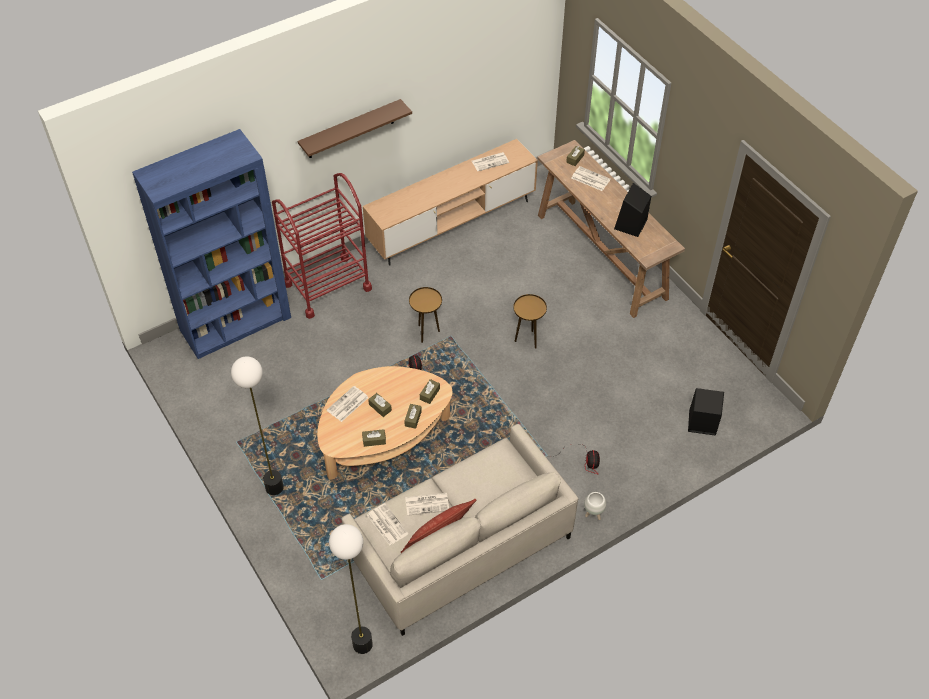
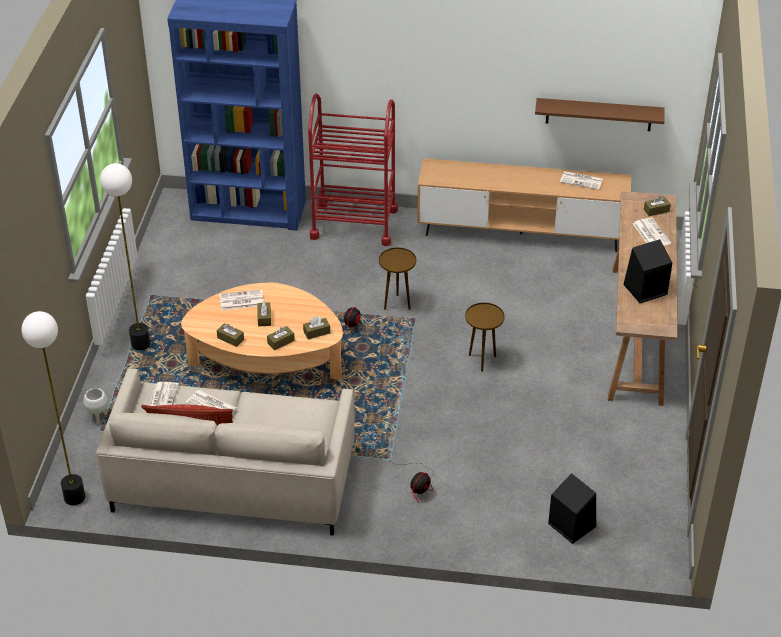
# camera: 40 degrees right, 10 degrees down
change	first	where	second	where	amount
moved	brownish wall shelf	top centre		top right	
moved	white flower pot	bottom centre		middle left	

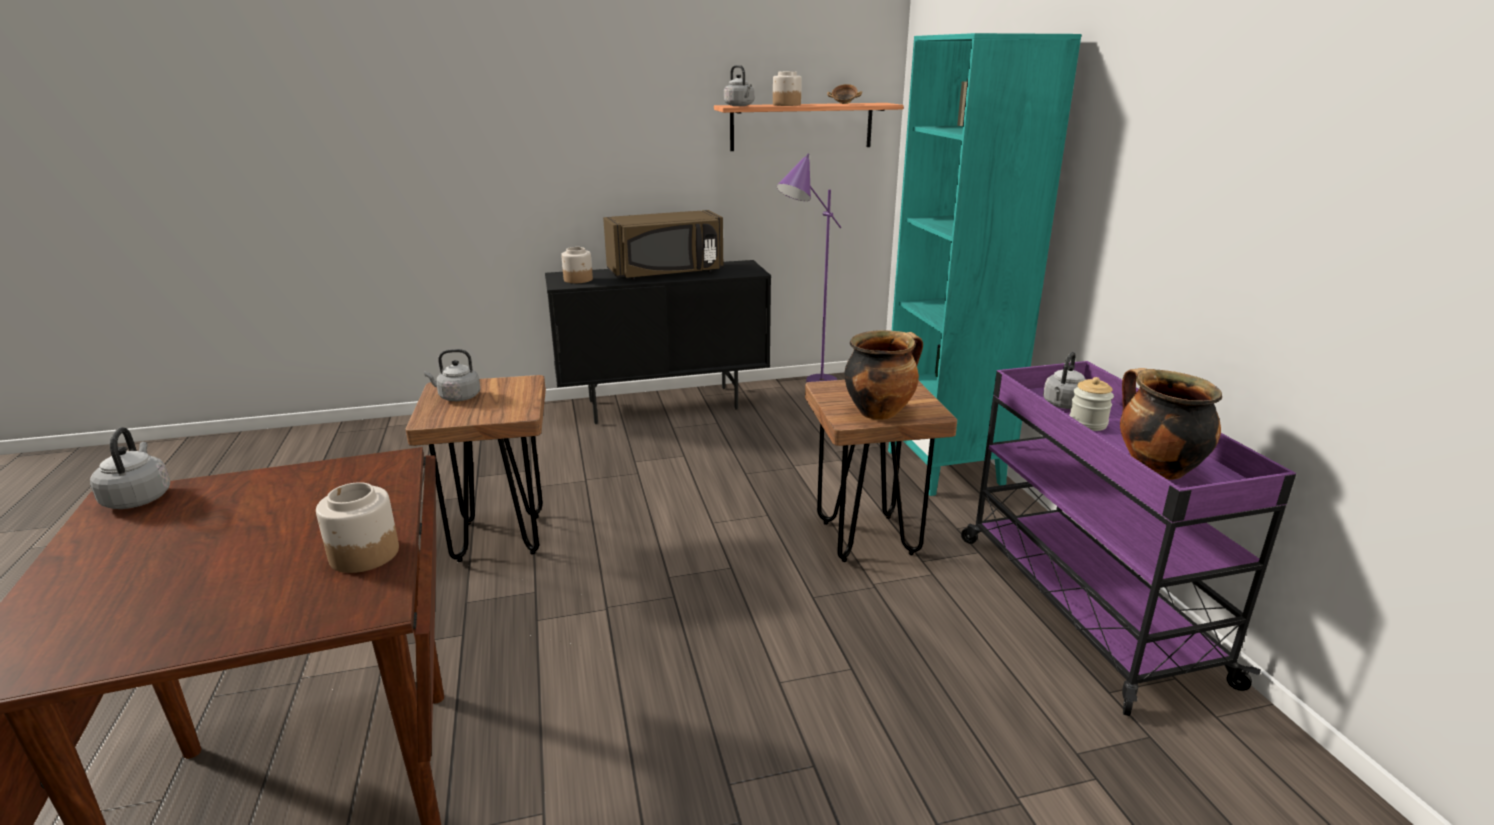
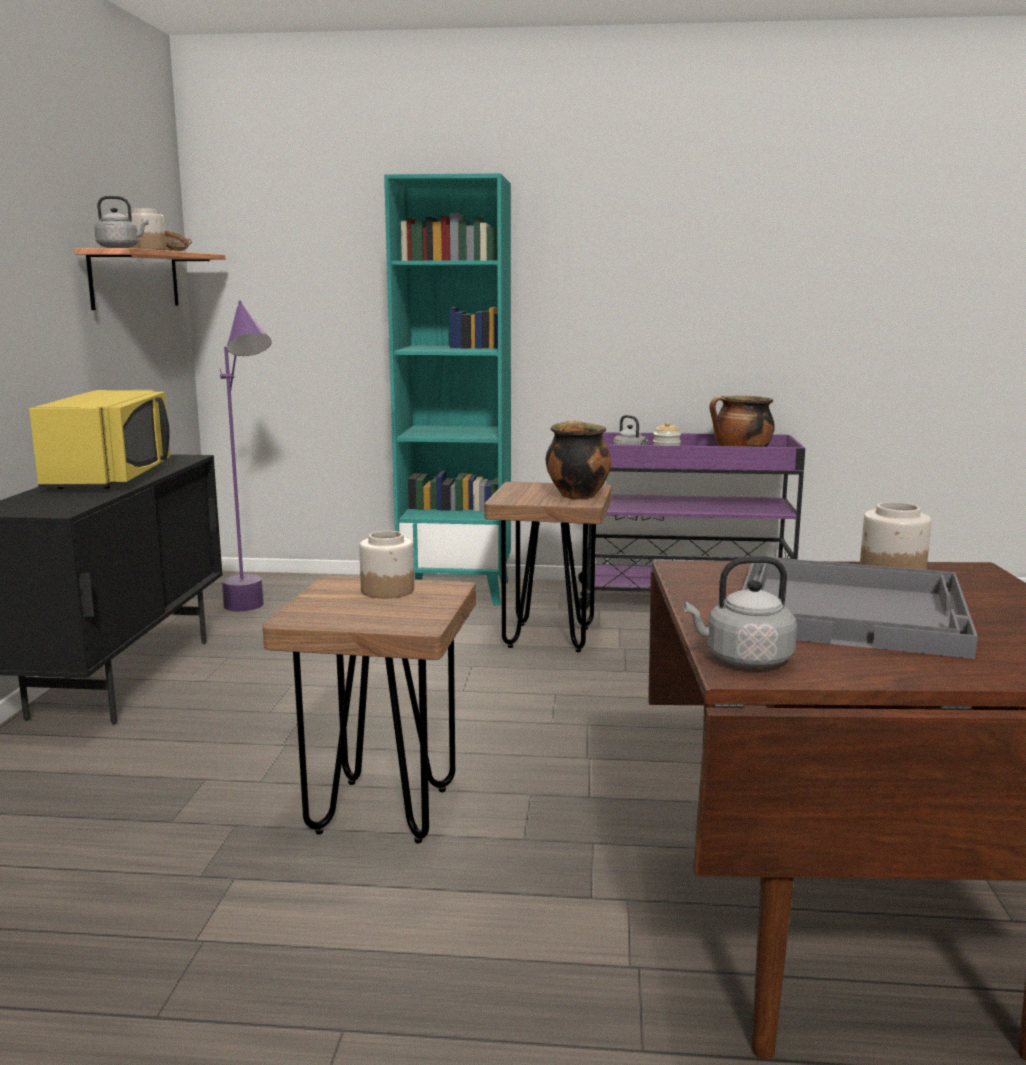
# camera: 70 degrees left, 10 degrees down
change	first	where	second	where	amount
recoloured	brownish microwave oven	top centre	yellow-coloured microwave oven	middle left	
moved	preserve jar (2nd from left)	top centre		centre	
removed	grey water kettle (2nd from left)	middle left			
added			grey tray	middle right	

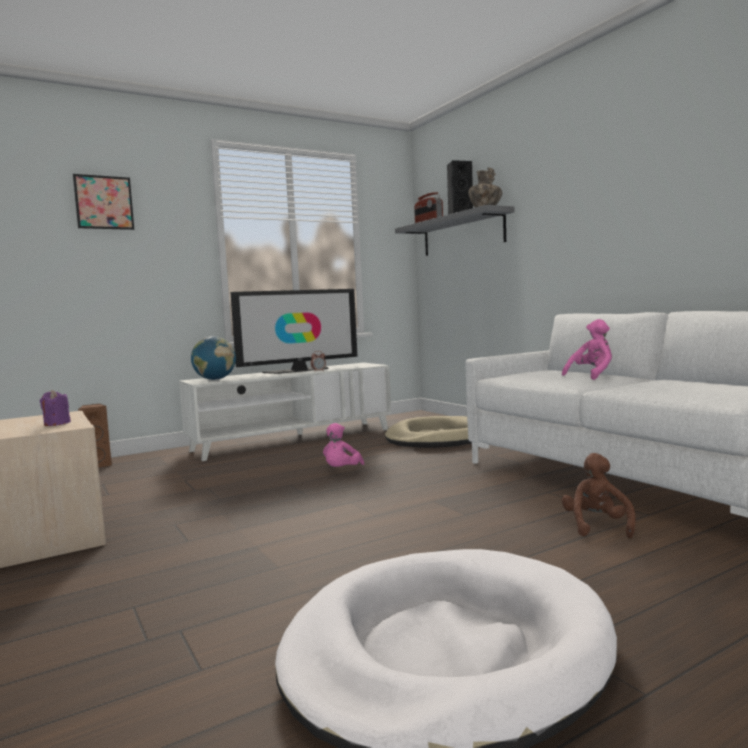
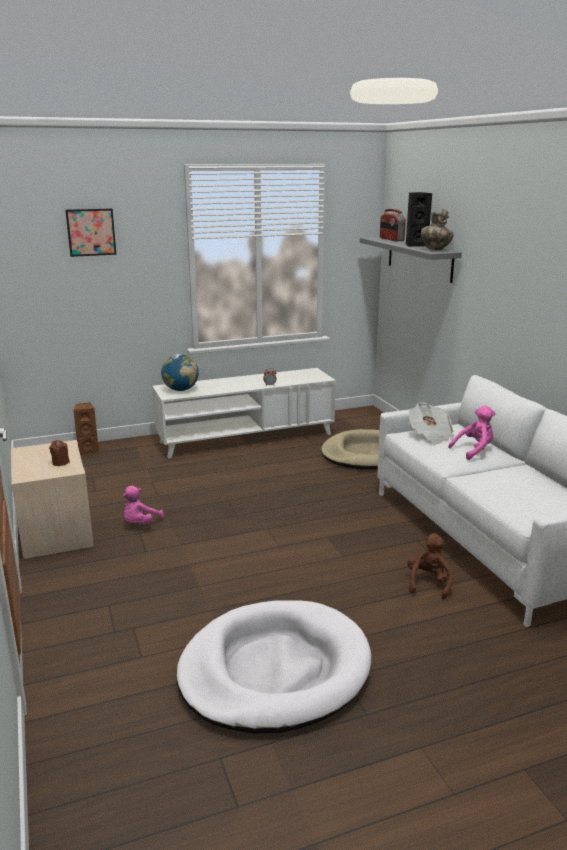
# camera: 10 degrees right, 15 degrees up
change	first	where	second	where	amount
removed	TV set	centre			
recoloured	purple-coloured candle	middle left	brownish candle	middle left	
moved	pink-coloured cuddly toy (1st from left)	centre		middle left	
added			daily paper	middle right	

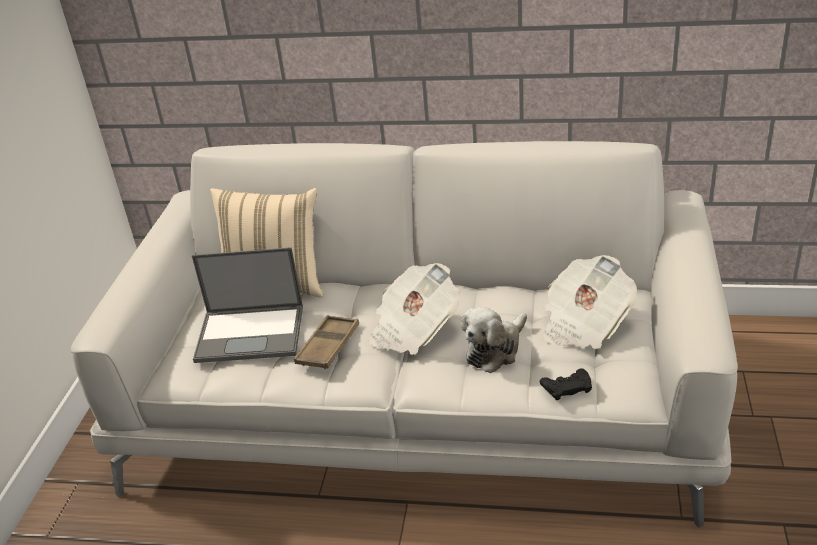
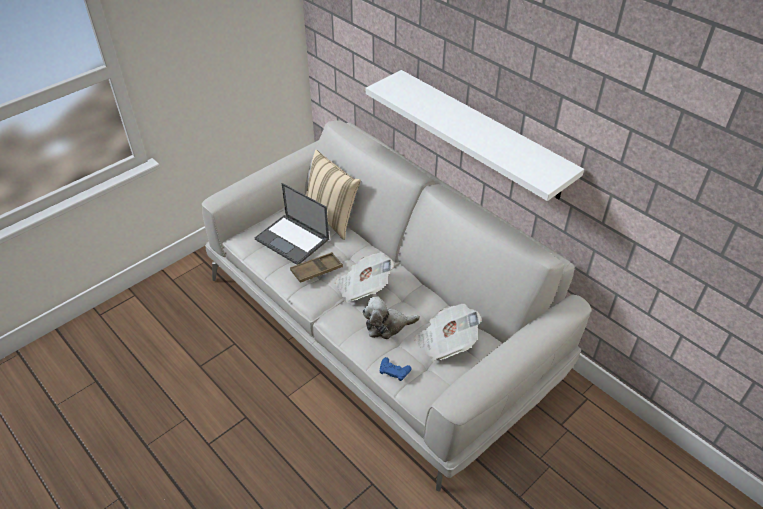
# camera: 35 degrees right, 10 degrees up
change	first	where	second	where	amount
recoloured	blackish joypad	bottom right	blue joypad	bottom centre	
added			white wall shelf	top centre	

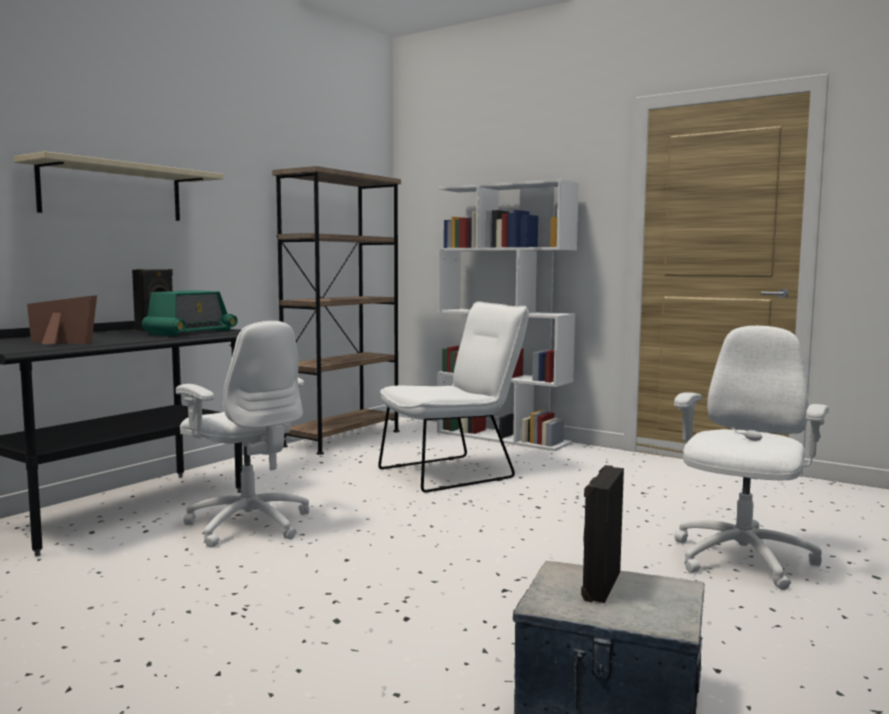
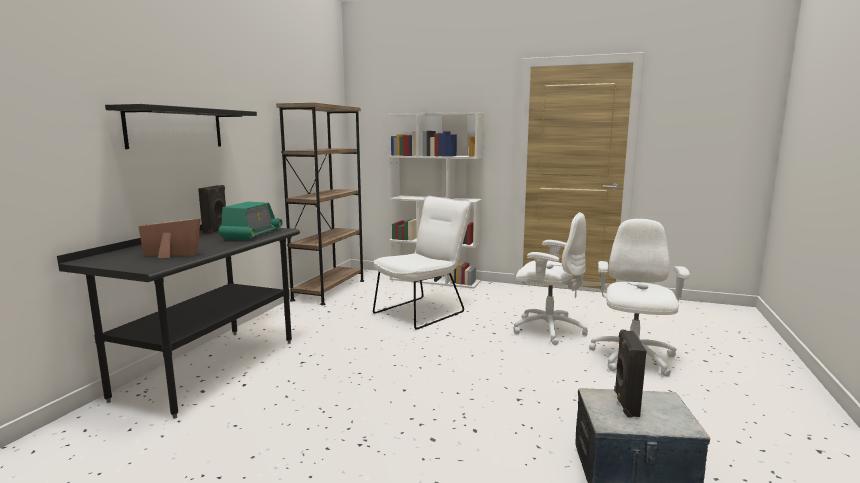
# camera: 15 degrees left, 5 degrees up
change	first	where	second	where	amount
recoloured	beige-coloured wall shelf	top left	blackish wall shelf	top left	
moved	white office chair (1st from left)	middle left		centre	

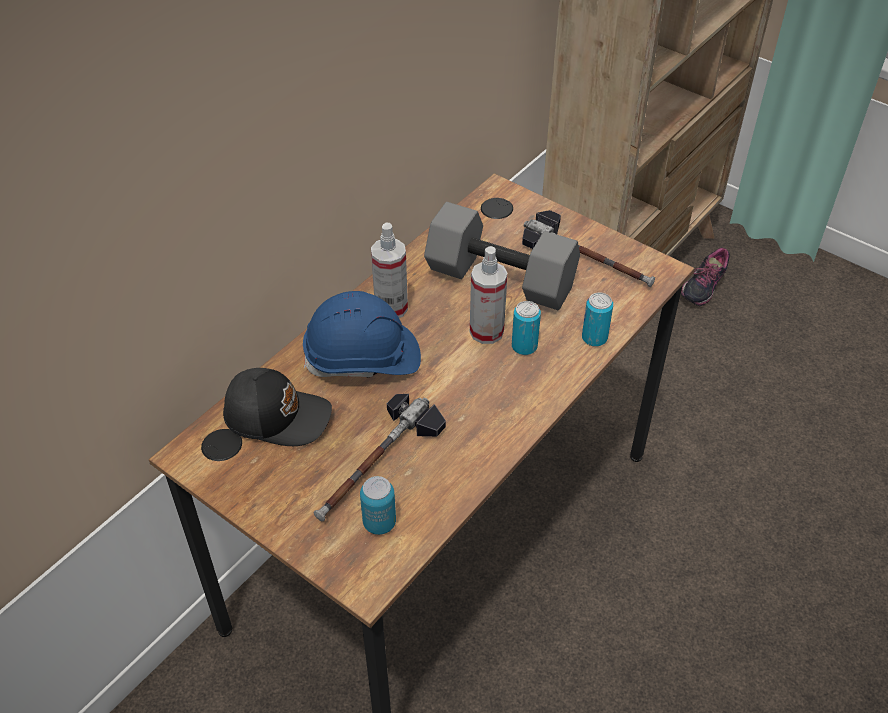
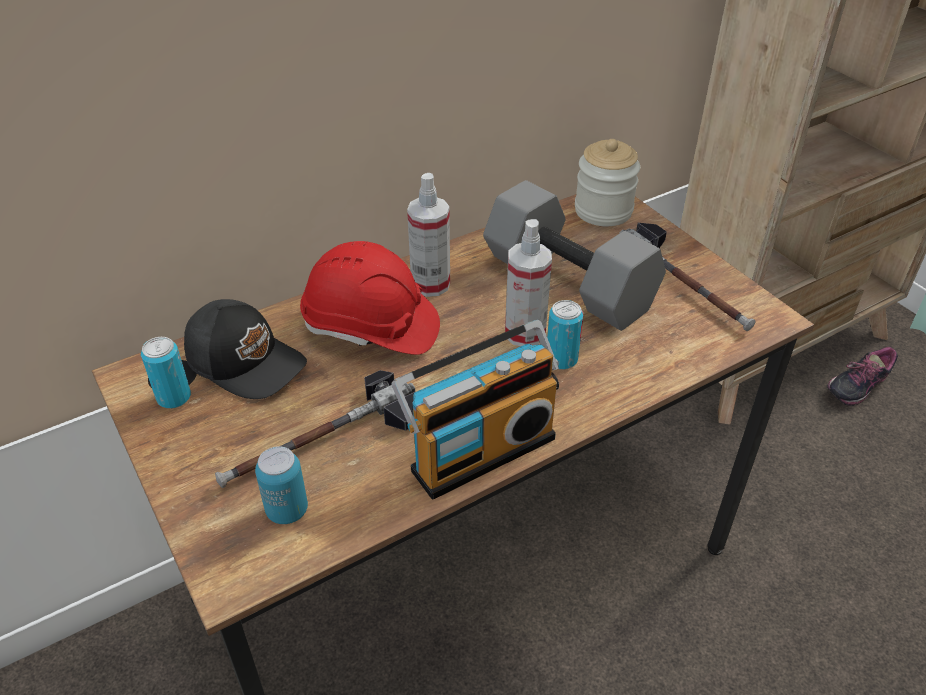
# camera: 20 degrees right, 5 degrees down
change	first	where	second	where	amount
recoloured	blue work helmet	centre	red work helmet	centre	
moved	can (3rd from left in the first image)	middle right	can (1st from left)	middle left	
added			preserve jar	top centre	
added			radio	centre	

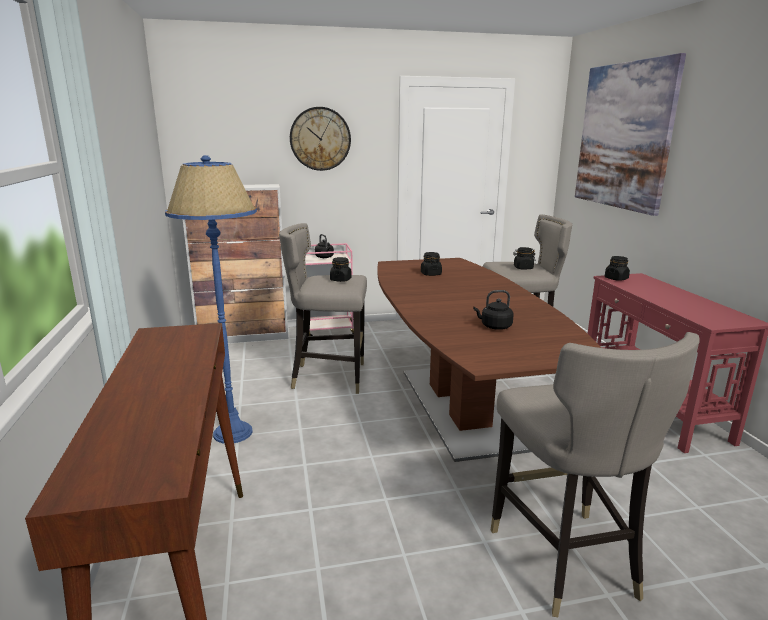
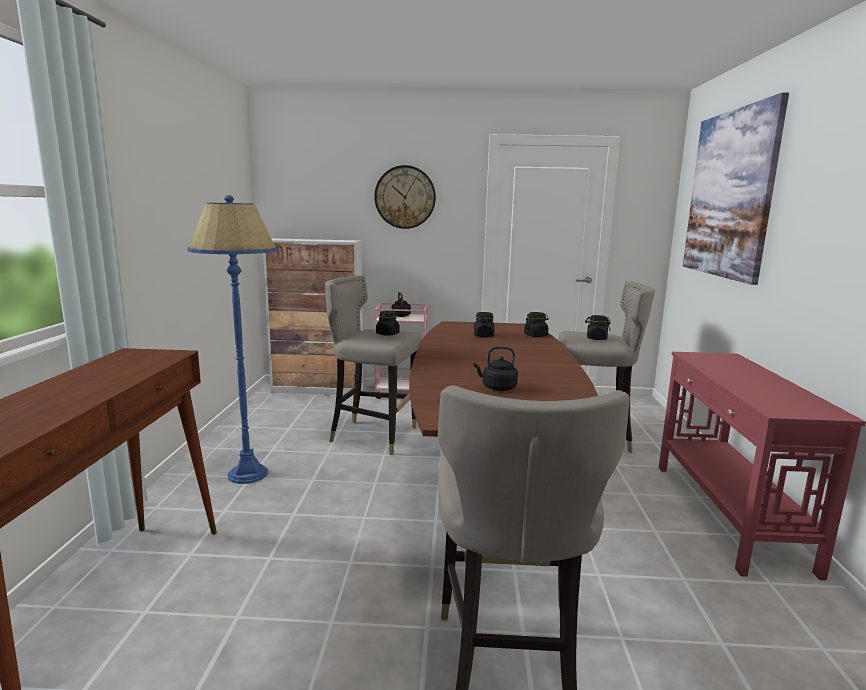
# camera: 15 degrees right, 5 degrees down
change	first	where	second	where	amount
moved	blackish preserve jar (4th from left in the first image)	middle right	blackish preserve jar (3rd from left)	centre	

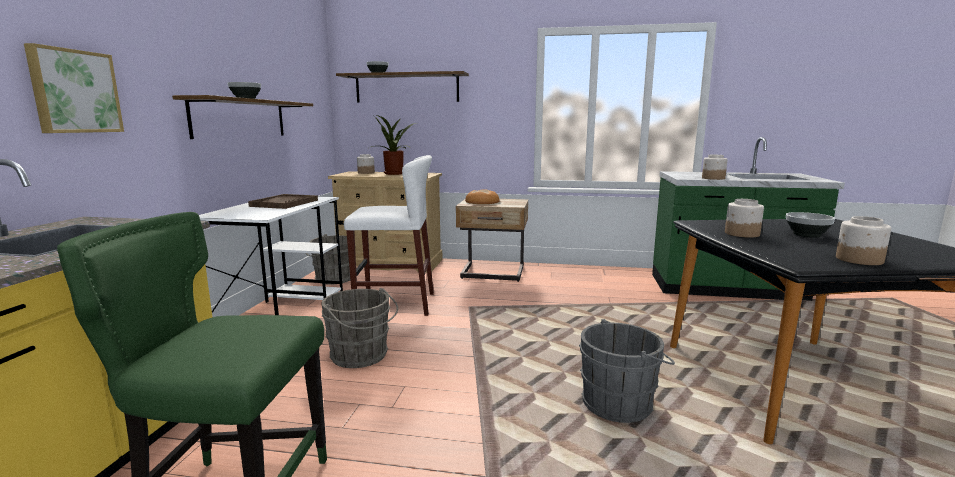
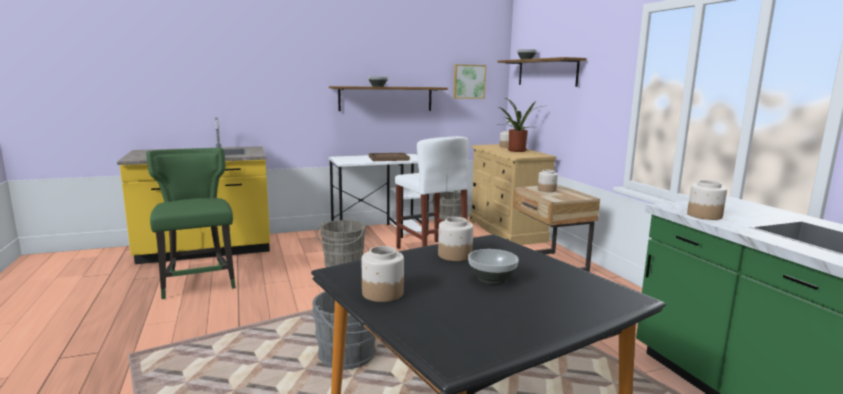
# camera: 60 degrees right, 0 degrees up
change	first	where	second	where	amount
moved	picture	top left		top centre	
replaced	bakery bread	centre	preserve jar (4th from left)	centre	

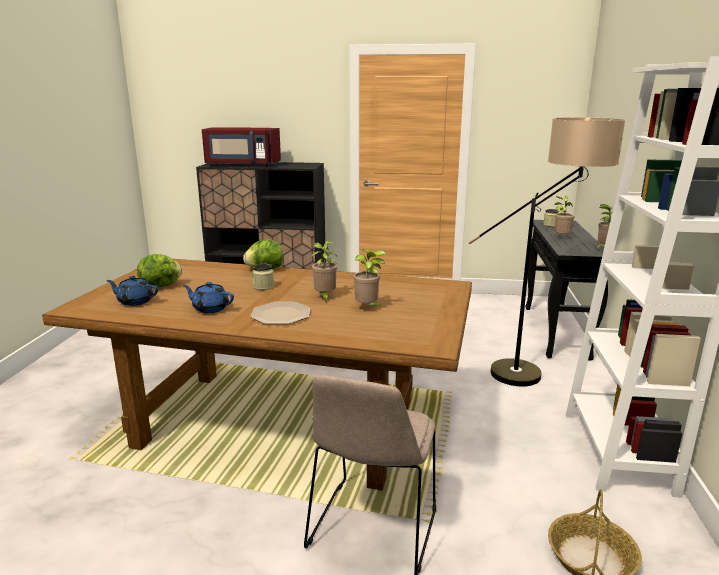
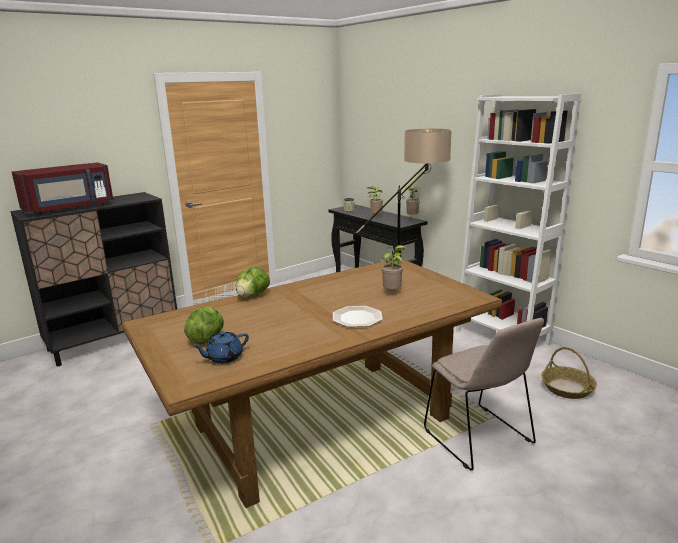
# camera: 45 degrees left, 0 degrees up
change	first	where	second	where	amount
removed	plant in a pot (1st from left)	centre			
removed	preserve jar (1st from left)	centre			
removed	blue teapot (2nd from left)	middle left			

